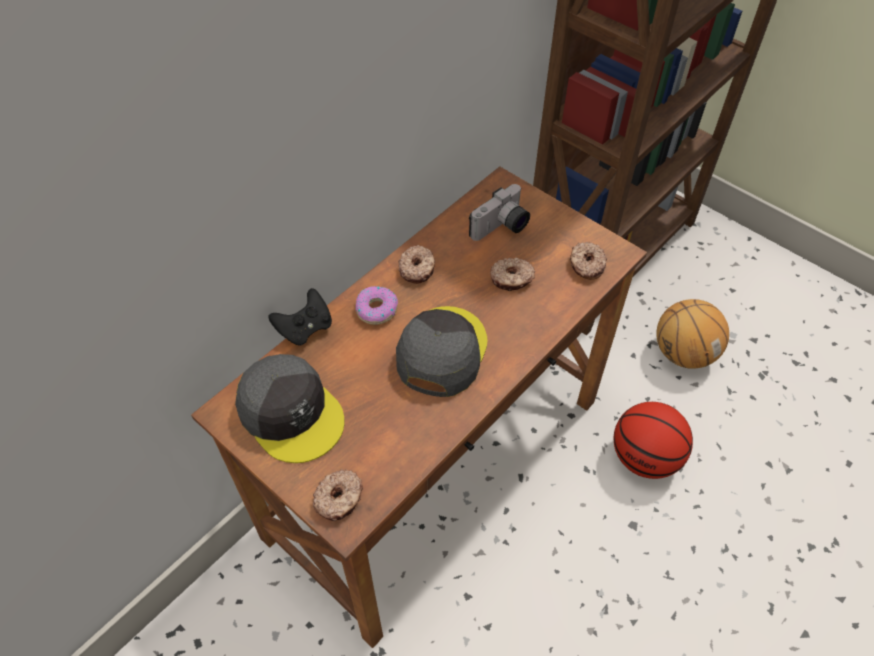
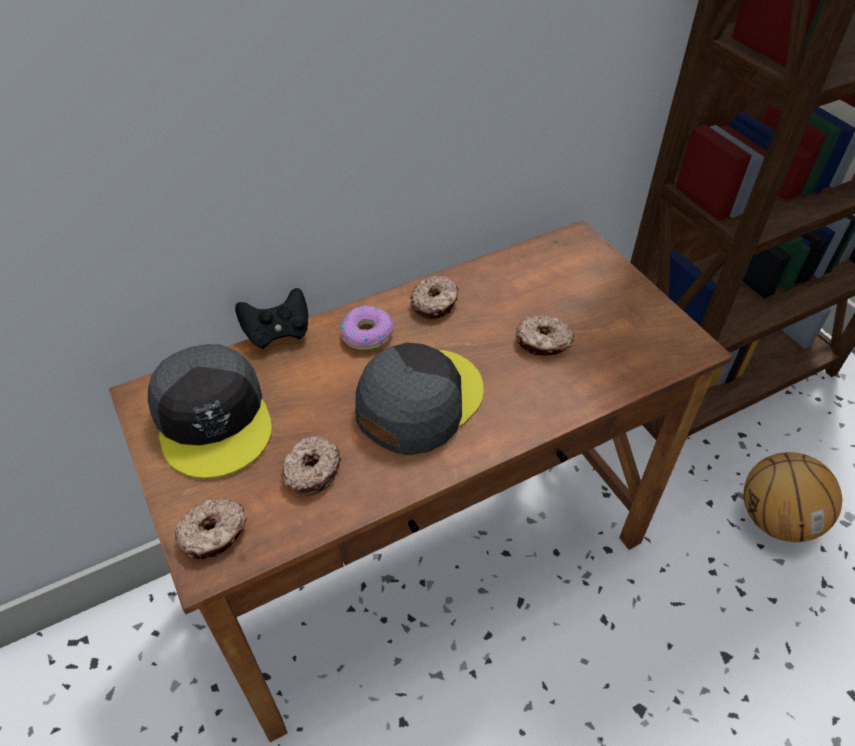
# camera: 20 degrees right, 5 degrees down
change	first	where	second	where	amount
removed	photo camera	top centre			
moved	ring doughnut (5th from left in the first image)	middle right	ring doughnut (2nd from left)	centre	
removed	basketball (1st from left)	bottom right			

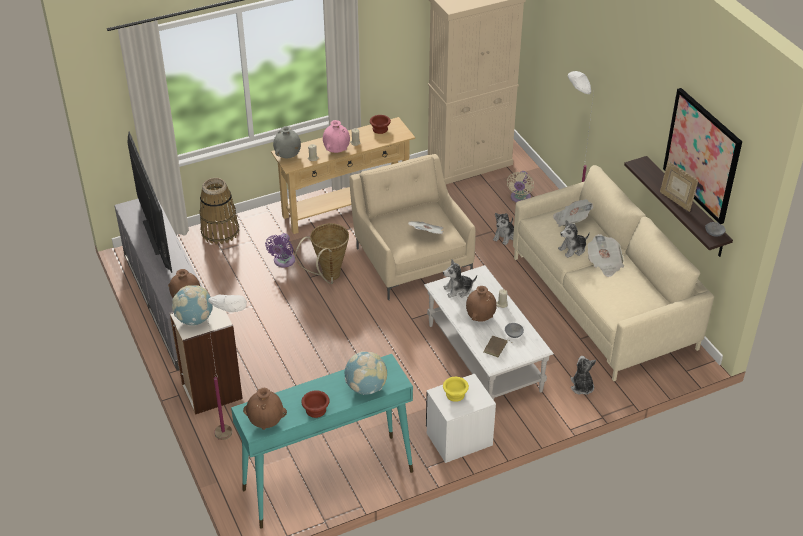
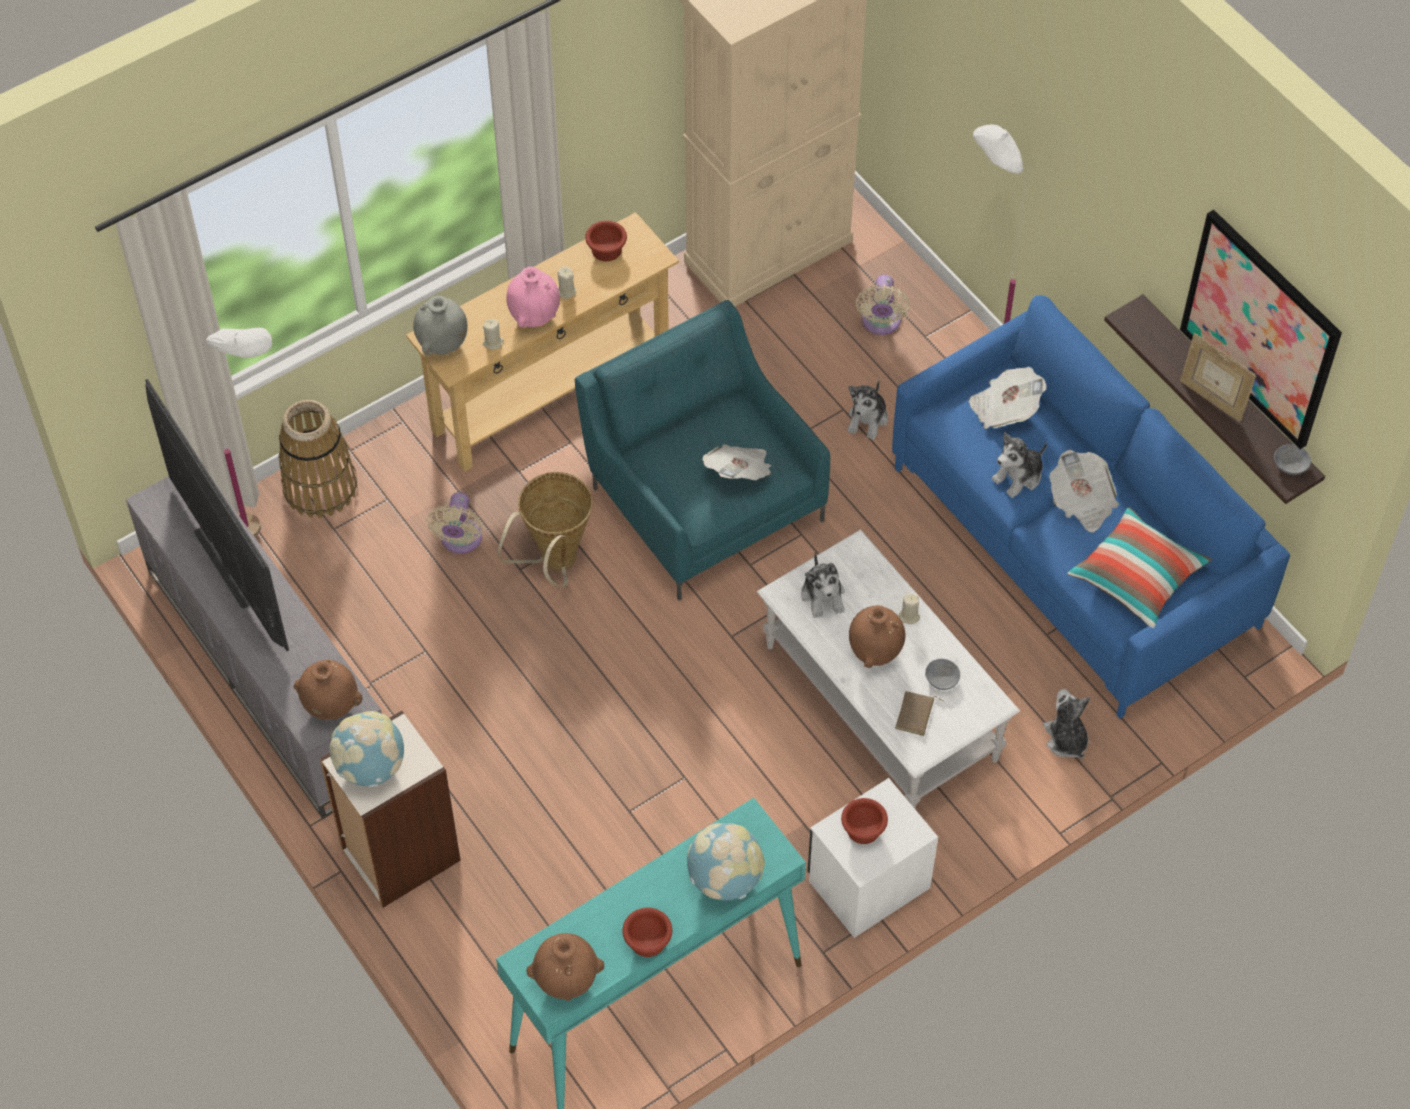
# camera: 10 degrees left, 15 degrees up
change	first	where	second	where	amount
recoloured	beige-coloured armchair	centre	turquoise-coloured armchair	centre	
recoloured	beige-coloured sofa	middle right	blue sofa	middle right	
recoloured	purple-coloured electric fan	centre	beige-coloured electric fan (1st from left)	middle left	
turned	cuddly toy (1st from left)	centre		centre	75 degrees counterclockwise
moved	white standing lamp (1st from left)	bottom left		middle left	
recoloured	yellow-coloured bowl	bottom centre	brownish bowl (3rd from left)	bottom centre	
added			throw pillow	middle right	

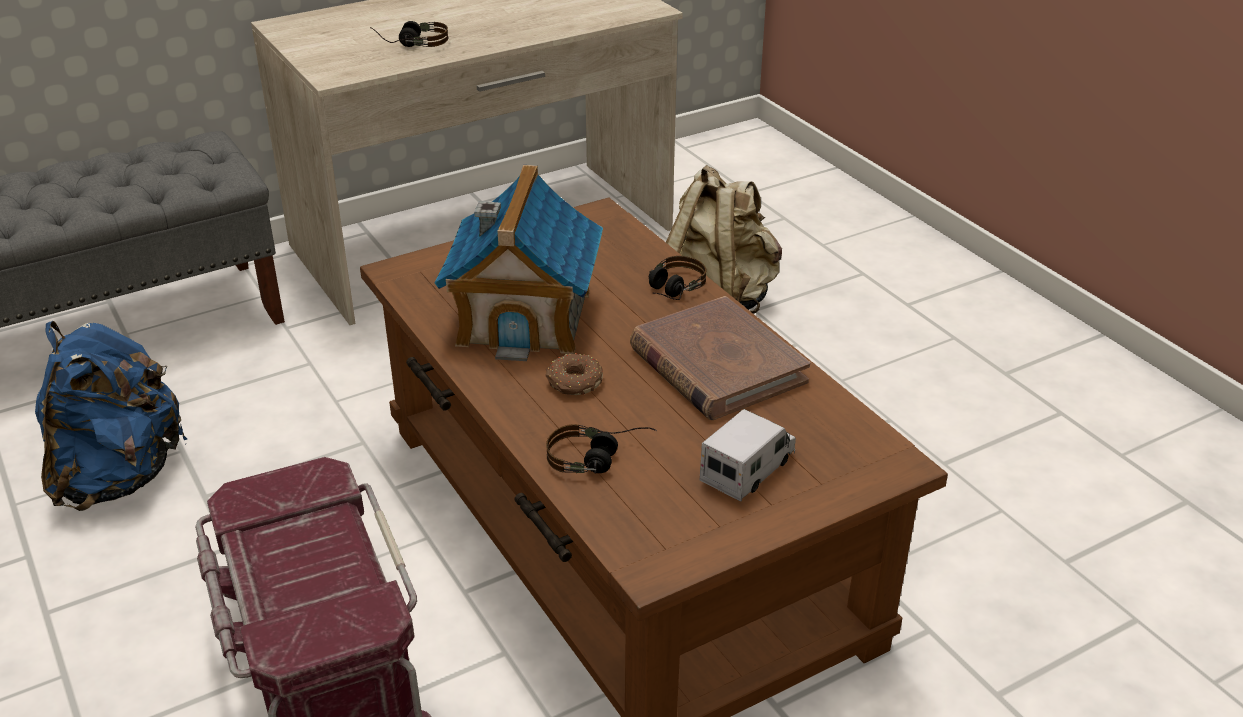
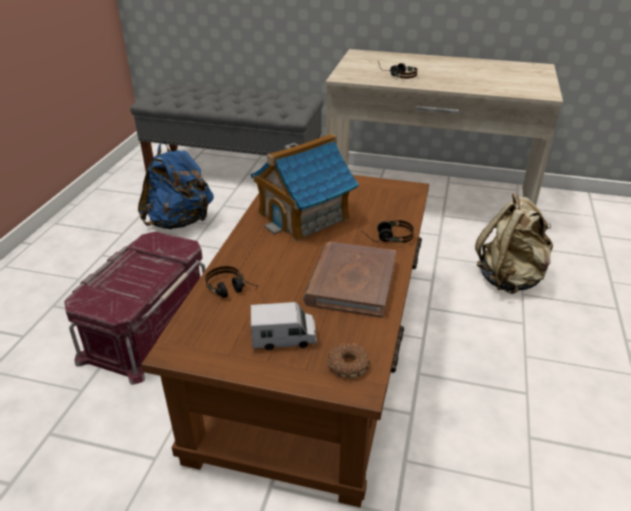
# camera: 45 degrees right, 0 degrees up
change	first	where	second	where	amount
moved	ring doughnut	centre		bottom centre	

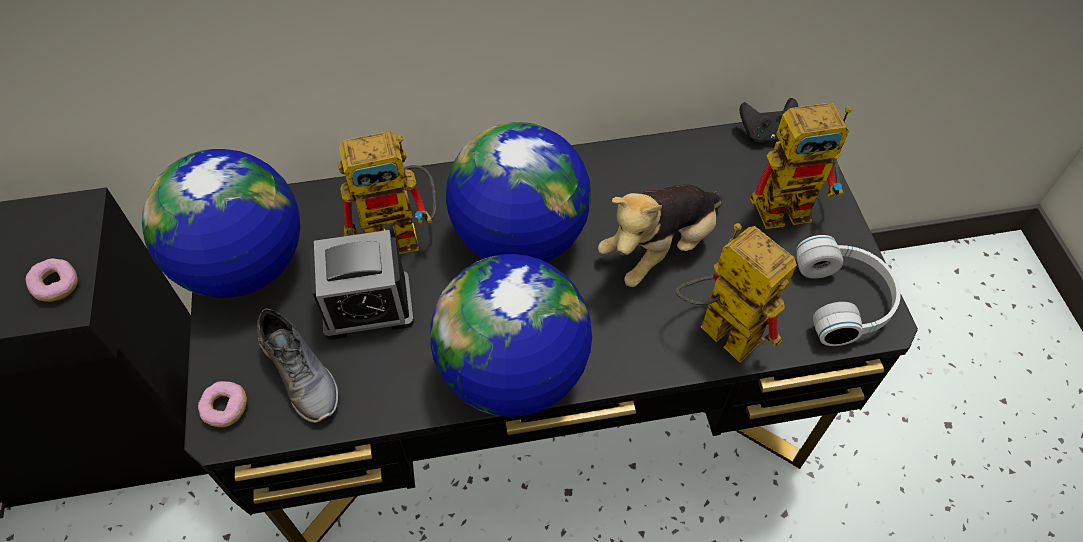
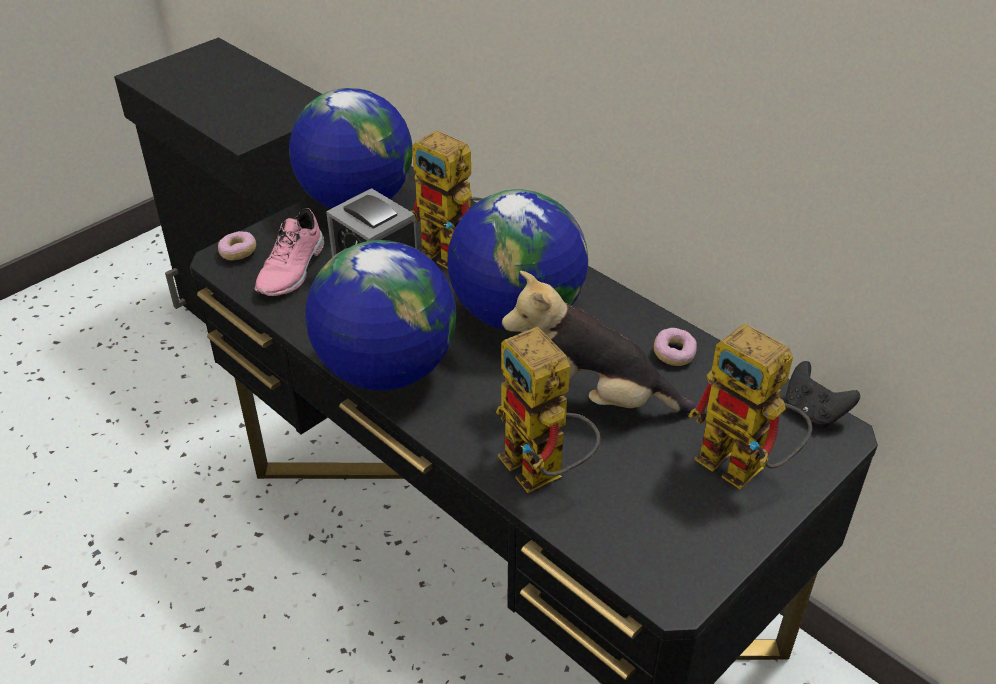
# camera: 55 degrees right, 15 degrees down
change	first	where	second	where	amount
turned	model robot (2nd from left)	middle right		centre	135 degrees clockwise
removed	white pair of headphones	middle right			
moved	ring doughnut (1st from left in the first image)	middle left	ring doughnut (2nd from left)	middle right	
recoloured	grey shoe	bottom left	pink-coloured shoe	middle left	

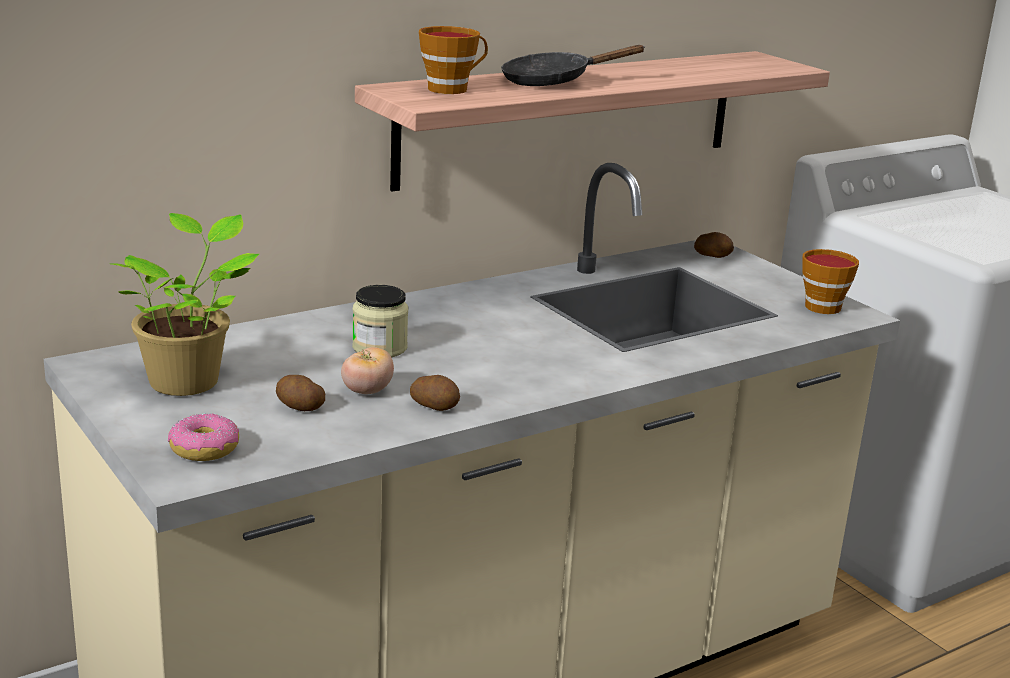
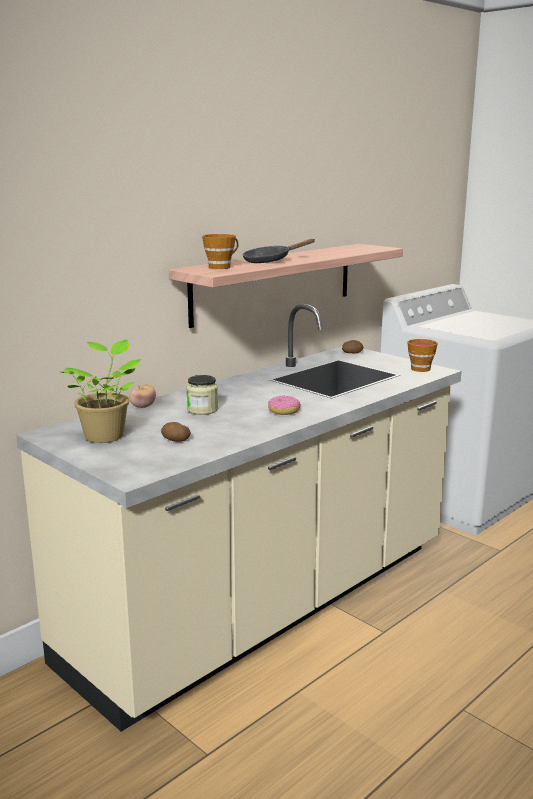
# camera: 10 degrees left, 5 degrees down
change	first	where	second	where	amount
moved	whole tomato	centre		middle left	
removed	spud (2nd from left)	centre			
moved	ring doughnut	middle left		centre	

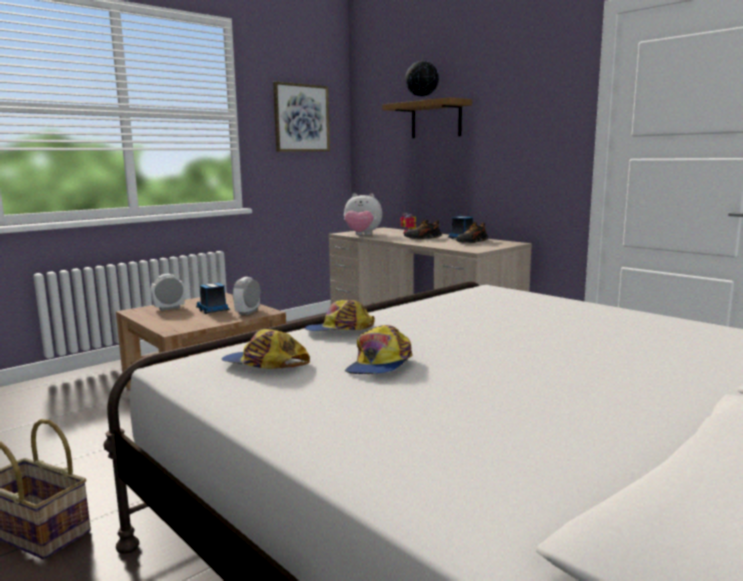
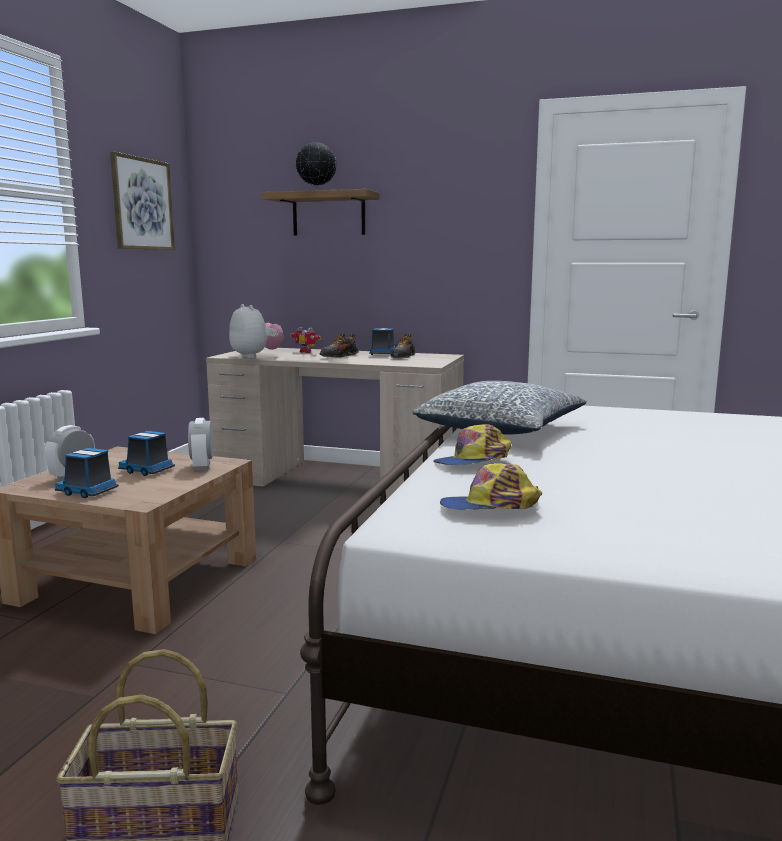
# camera: 30 degrees left, 0 degrees up
change	first	where	second	where	amount
turned	cuddly toy	centre		middle left	105 degrees counterclockwise
removed	peaked cap (3rd from left)	centre			
added			throw pillow	centre	
added			toy lorry (1st from left)	middle left	

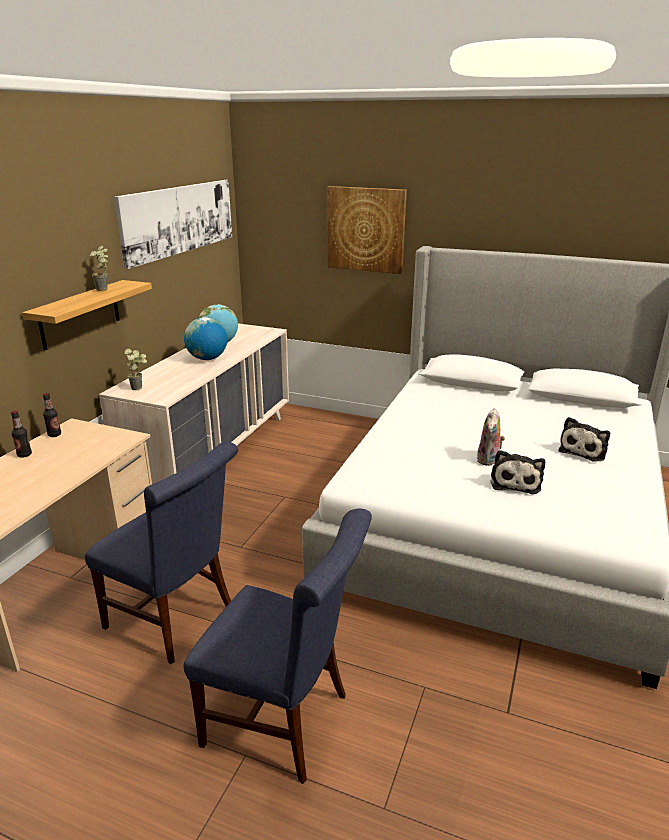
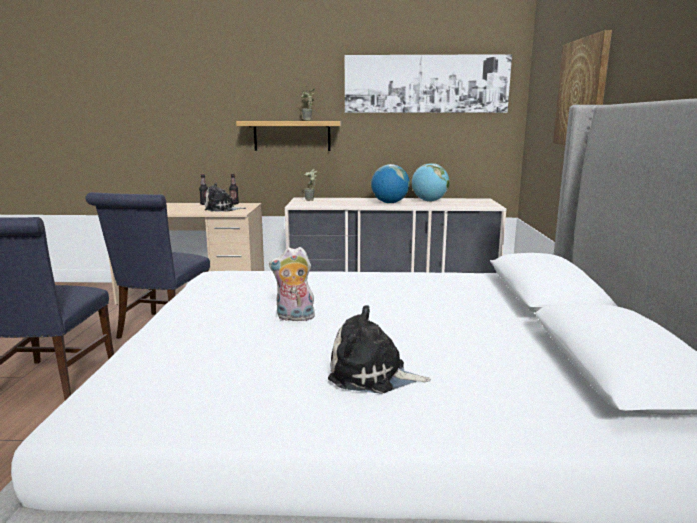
# camera: 70 degrees right, 10 degrees down
change	first	where	second	where	amount
moved	cuddly toy (2nd from left in the first image)	middle right	cuddly toy (1st from left)	middle left	

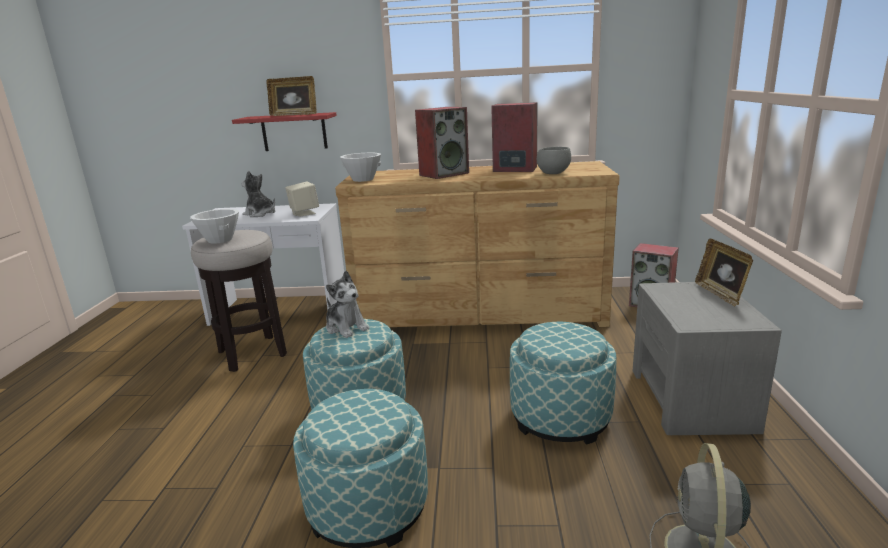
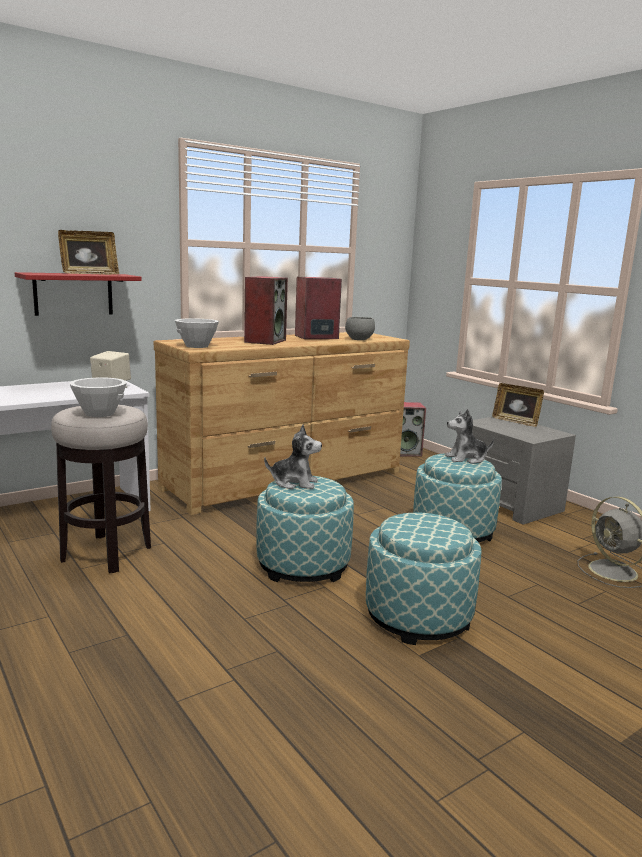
# camera: 40 degrees left, 5 degrees down
change	first	where	second	where	amount
moved	cuddly toy (1st from left in the first image)	middle left	cuddly toy (2nd from left)	middle right	

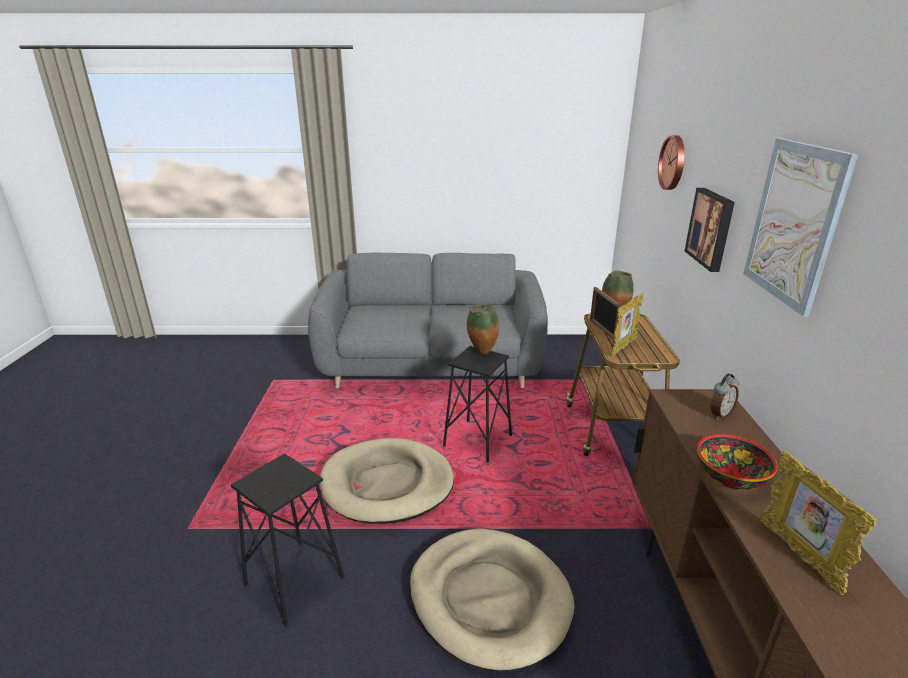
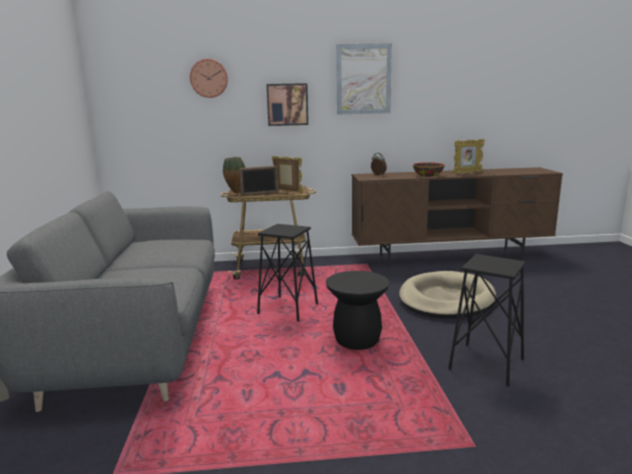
# camera: 95 degrees left, 10 degrees down
change	first	where	second	where	amount
removed	decorative vase (1st from left)	centre			
replaced	beige-coloured dog cushion (1st from left)	bottom centre	blackish stool seat (2nd from left)	centre	

